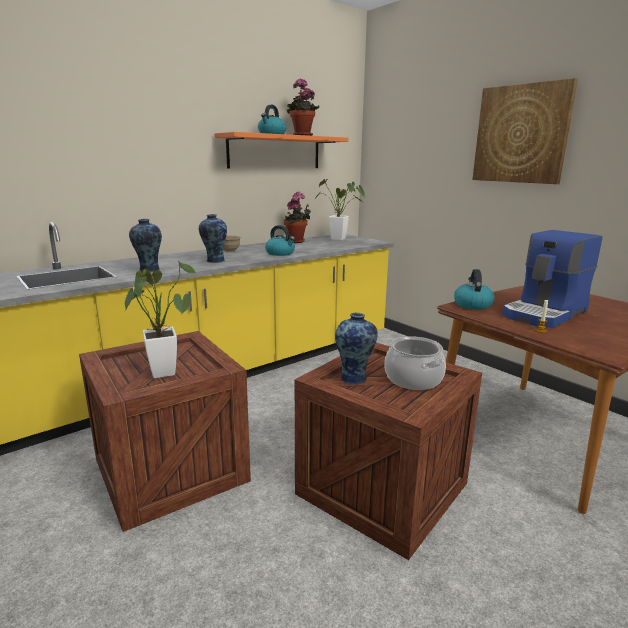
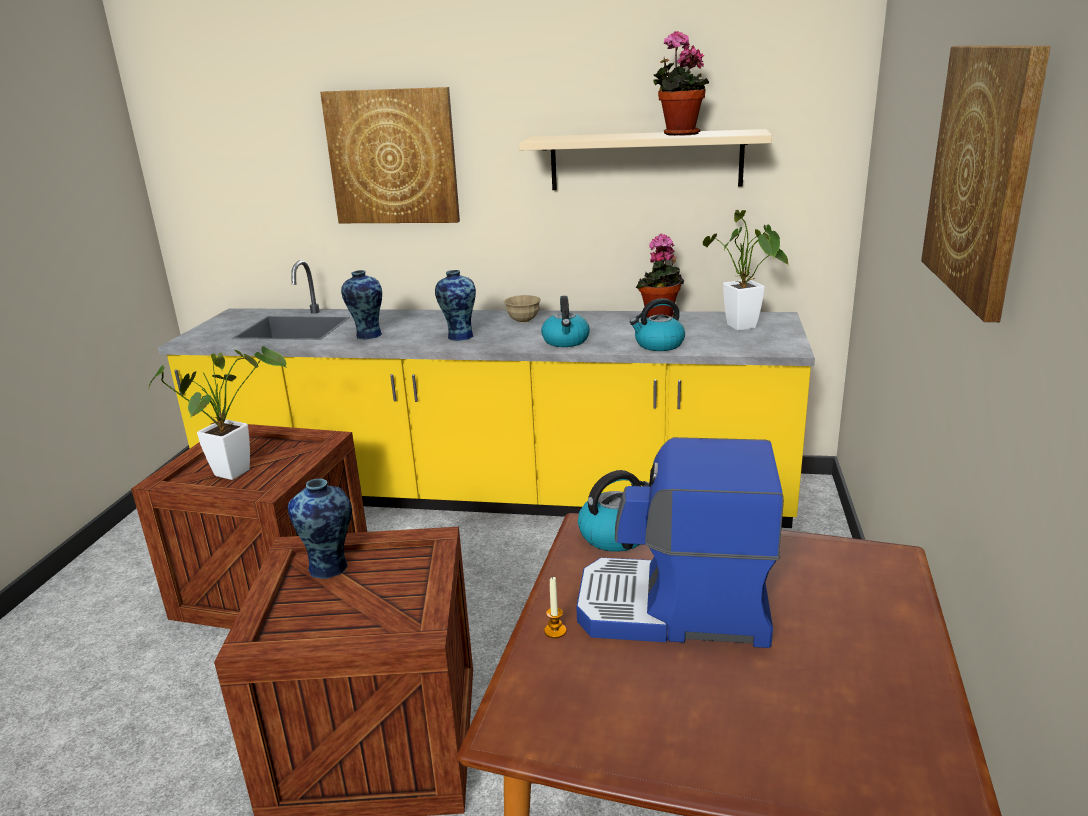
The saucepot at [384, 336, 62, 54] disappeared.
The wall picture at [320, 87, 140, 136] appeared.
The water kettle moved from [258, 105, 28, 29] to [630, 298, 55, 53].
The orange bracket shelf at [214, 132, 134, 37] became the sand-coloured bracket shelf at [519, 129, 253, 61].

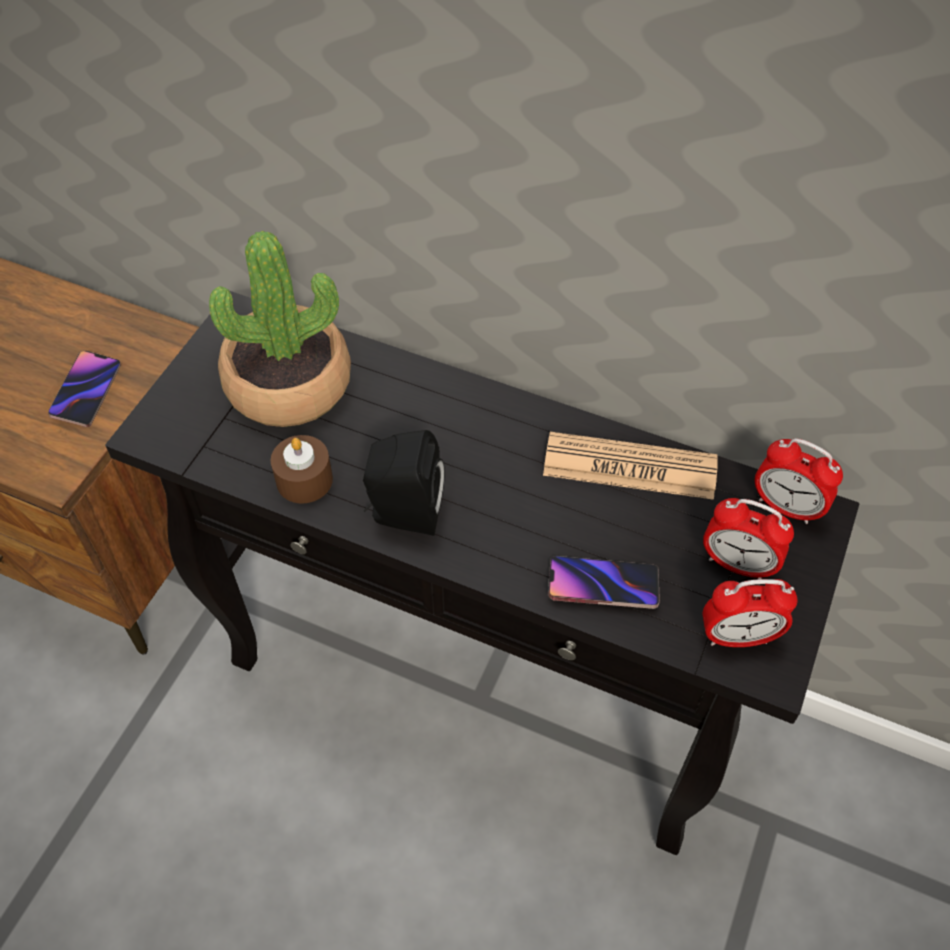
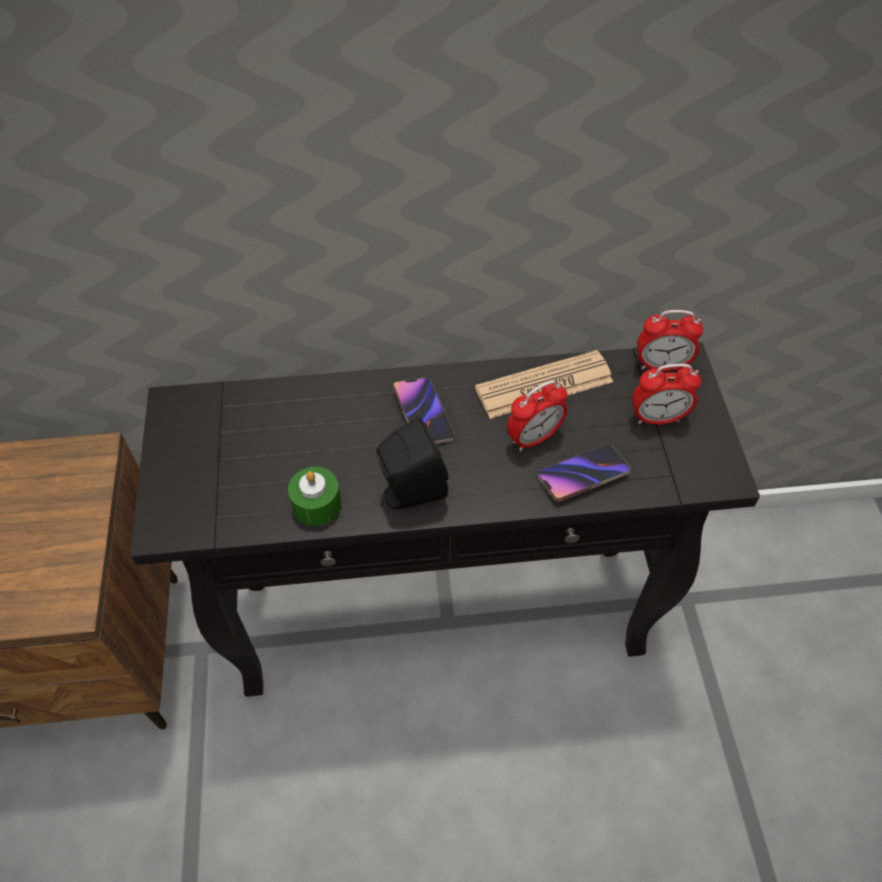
The plant in a pot at [209, 231, 142, 196] disappeared.
The telephone moved from [48, 351, 73, 76] to [393, 377, 62, 67].
The table clock moved from [702, 579, 96, 68] to [507, 380, 60, 71].
The brown-coloured candle at [271, 435, 62, 68] became the green candle at [288, 467, 53, 59].

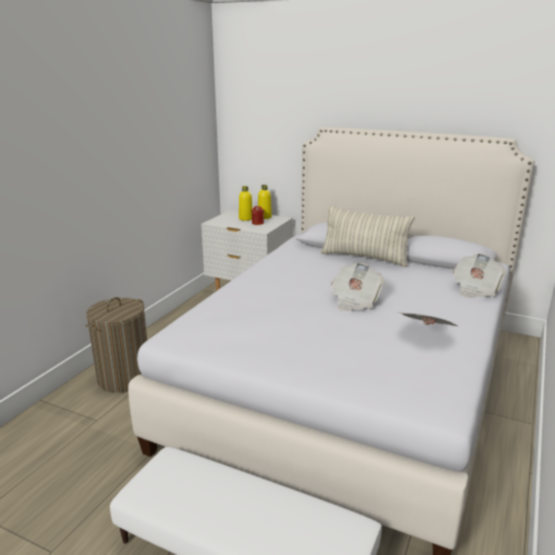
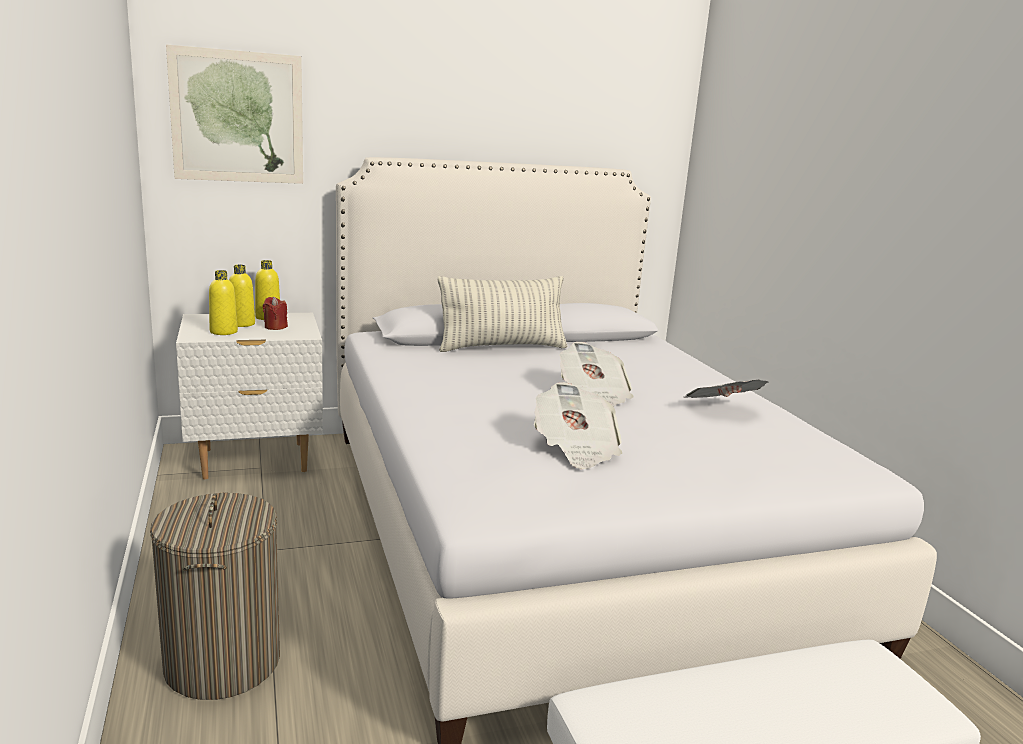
The wall picture at [166, 44, 137, 140] appeared.
The yellow bottle at [209, 270, 29, 65] appeared.
The printed paper moved from [453, 253, 53, 45] to [534, 382, 88, 88].

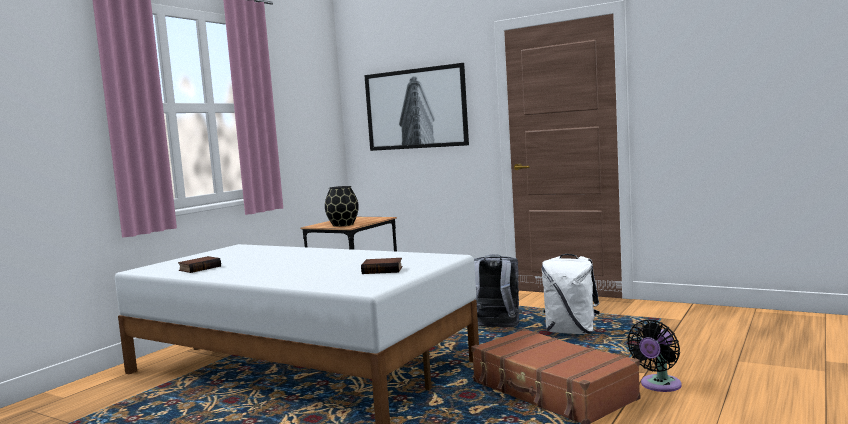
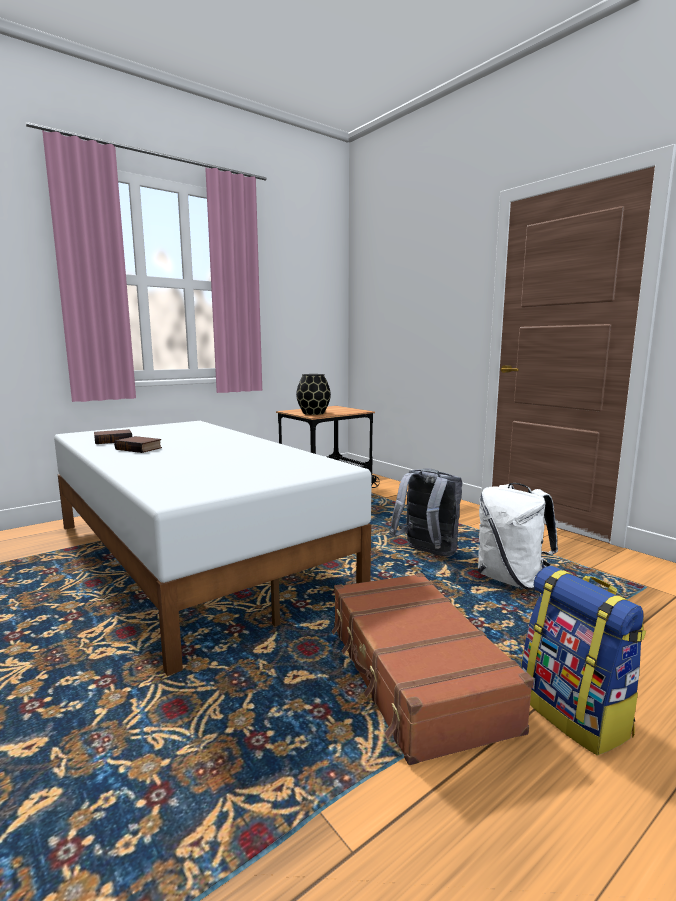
The wall picture at [364, 63, 105, 88] disappeared.
The volume moved from [361, 258, 42, 16] to [114, 436, 48, 17].
The black cooling fan at [627, 320, 55, 72] was replaced by the knapsack at [521, 566, 125, 190].

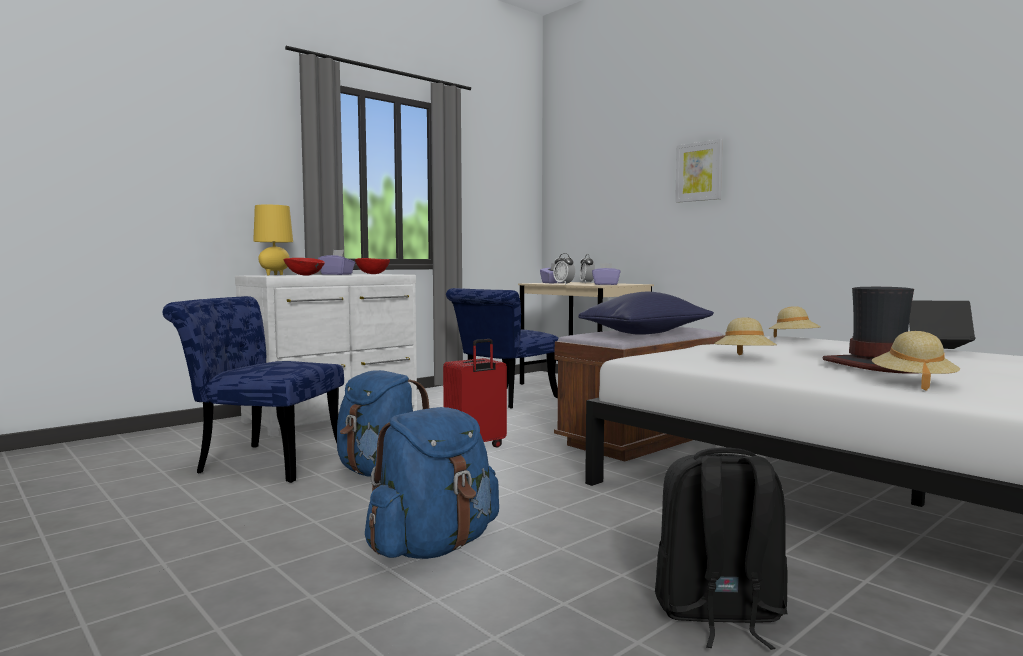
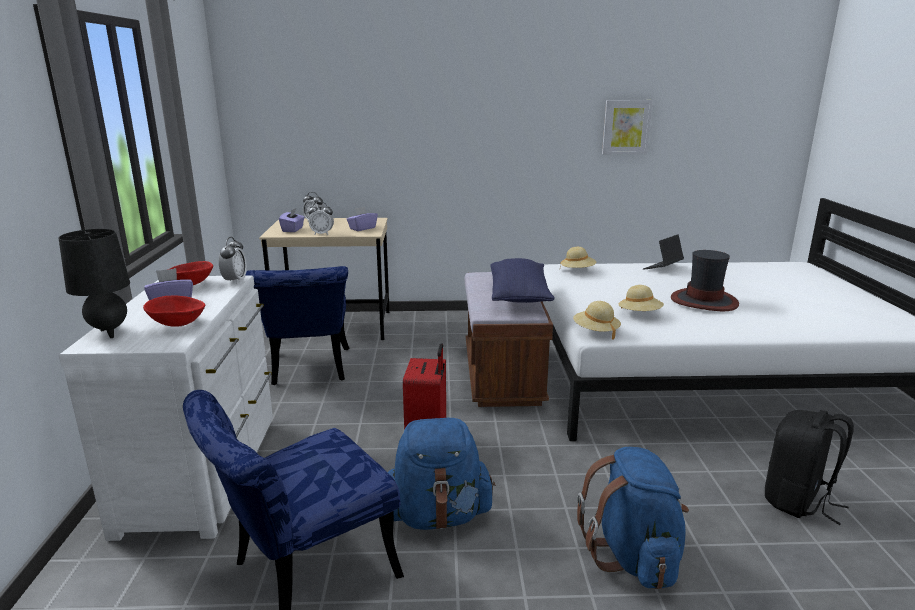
The table clock at [219, 237, 28, 47] appeared.
The wall picture moved from [675, 139, 48, 64] to [602, 100, 51, 54].
The sand-coloured clothing hat moved from [872, 331, 88, 60] to [573, 301, 48, 39].
The yellow tabletop lamp at [253, 205, 40, 70] became the black tabletop lamp at [59, 229, 71, 109].

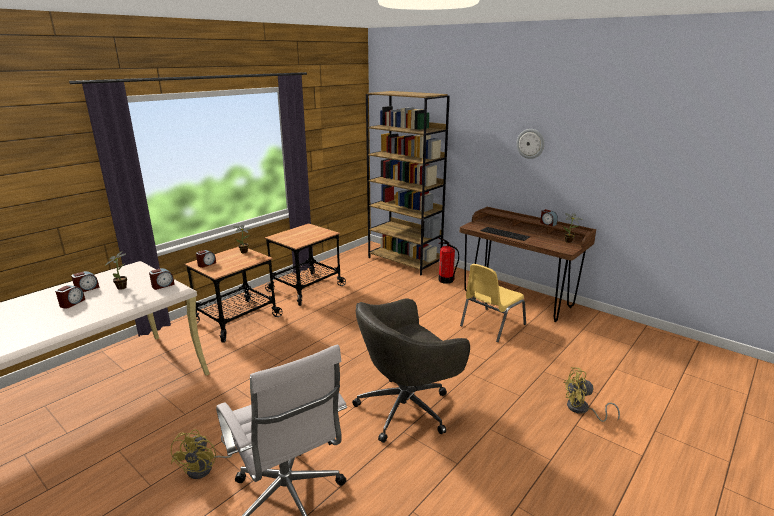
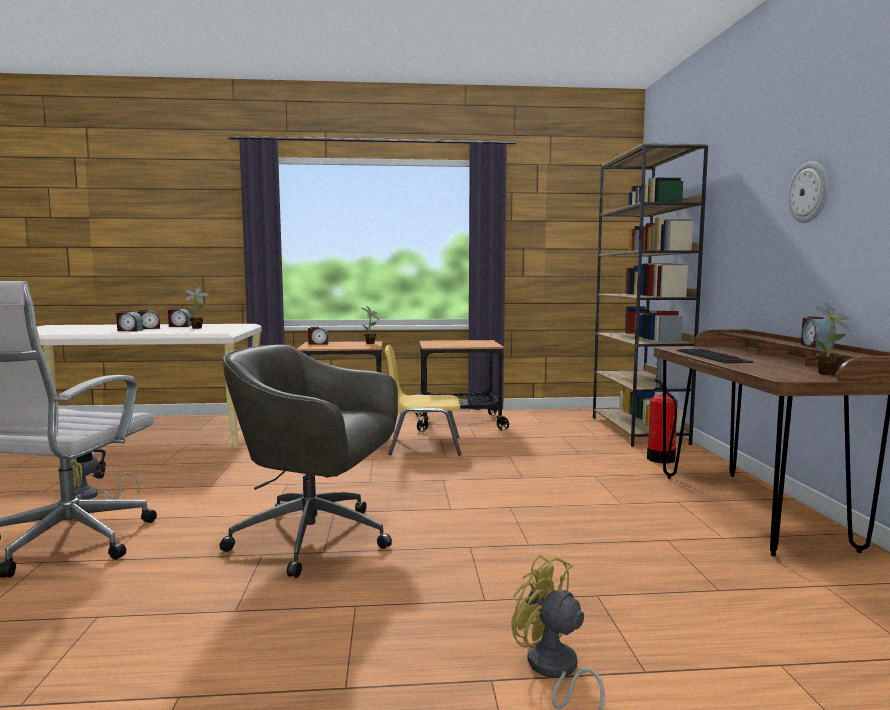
The table clock moved from [149, 268, 26, 22] to [116, 311, 27, 20].
The yellow upright chair moved from [460, 264, 66, 78] to [385, 345, 77, 111].

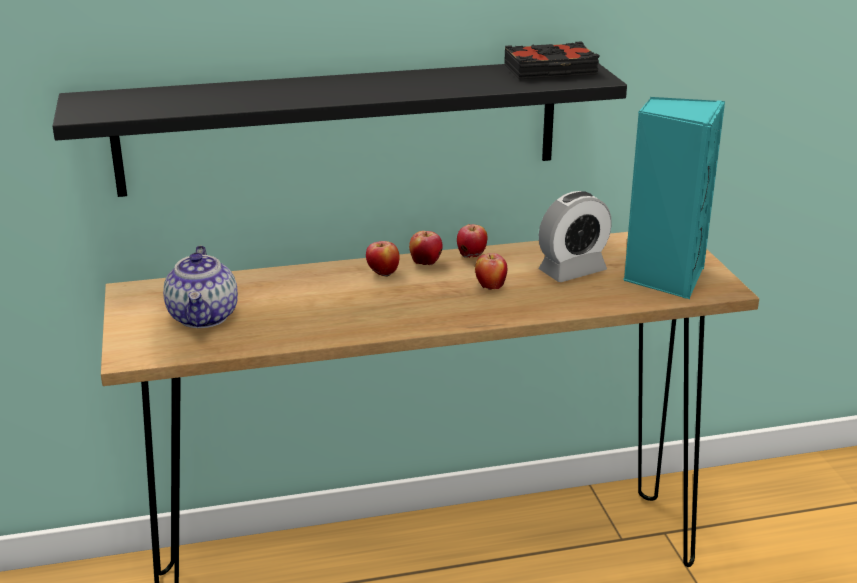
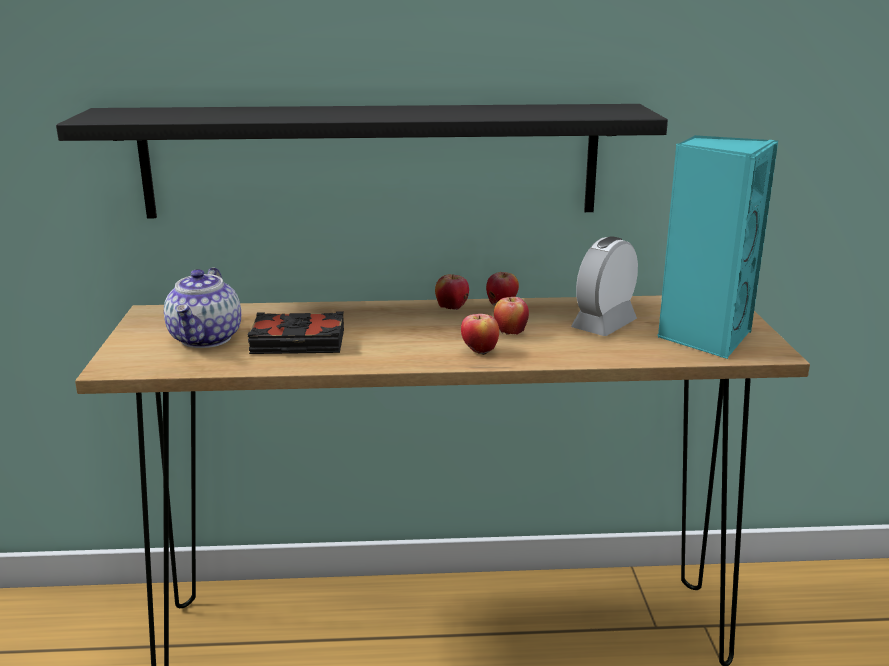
The apple moved from [366, 241, 34, 36] to [461, 314, 38, 42].
The black volume moved from [504, 41, 96, 38] to [248, 311, 96, 43].
The table clock at [539, 191, 73, 91] turned 150 degrees clockwise.

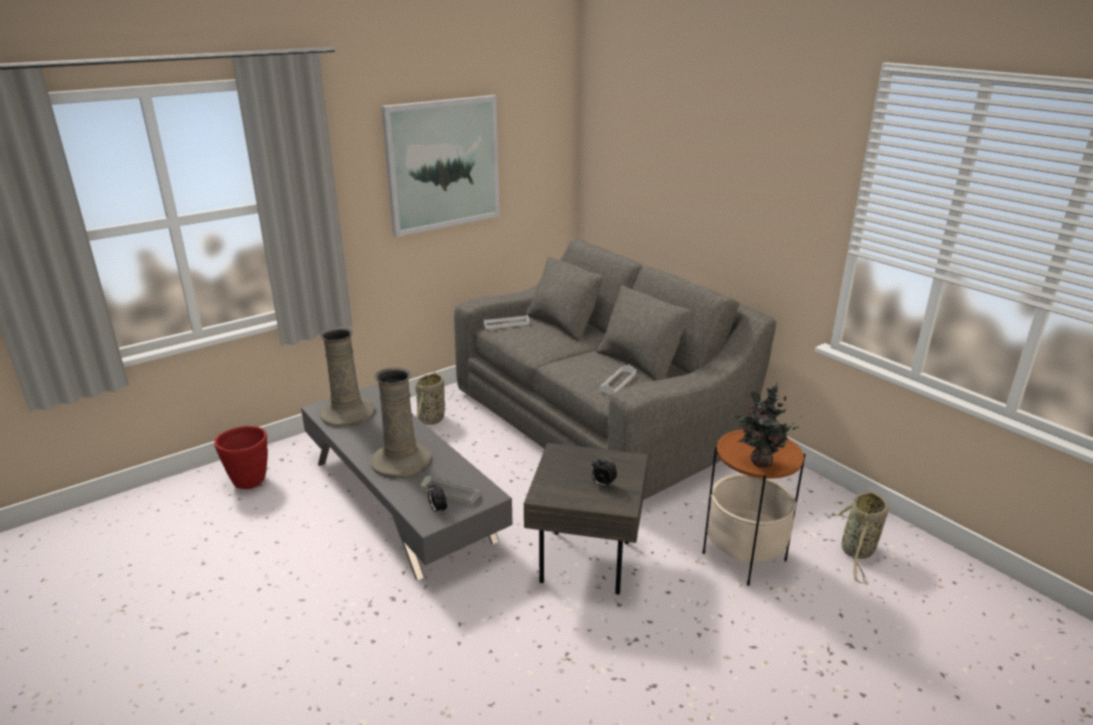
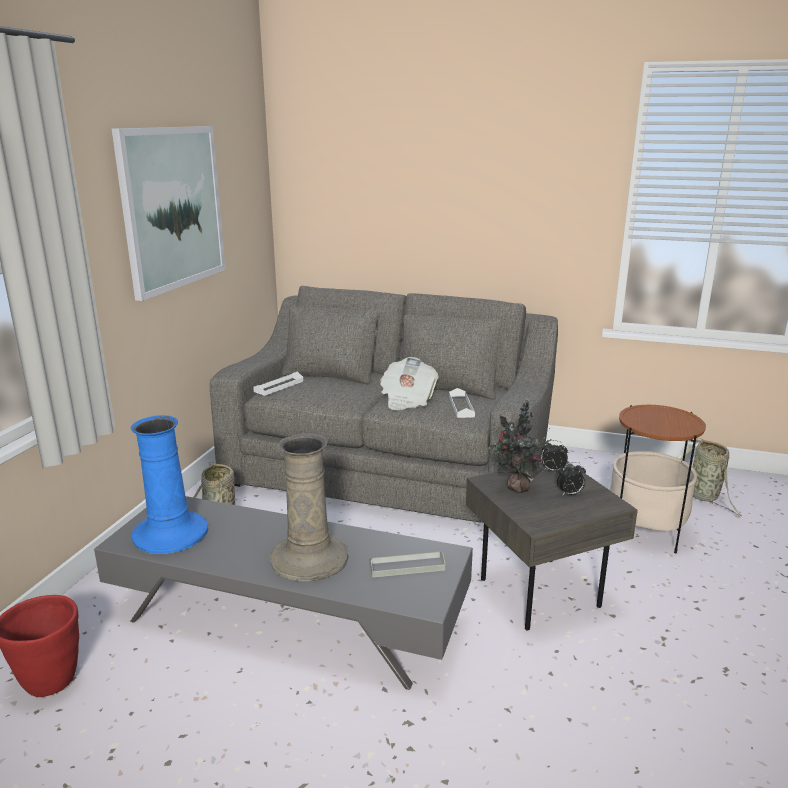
The printed paper at [380, 357, 59, 53] appeared.
The table clock moved from [428, 482, 19, 33] to [542, 440, 26, 31].
The plant in a pot moved from [731, 382, 71, 85] to [488, 398, 64, 95].
The sand-coloured flower vase at [319, 327, 56, 100] became the blue-coloured flower vase at [131, 415, 77, 139].

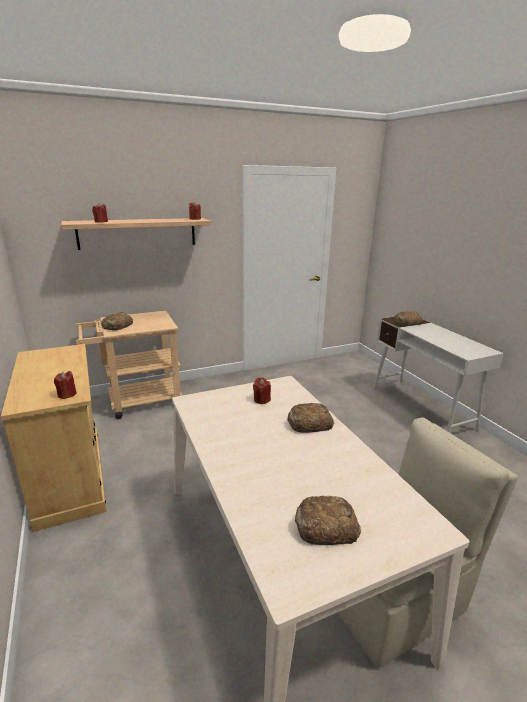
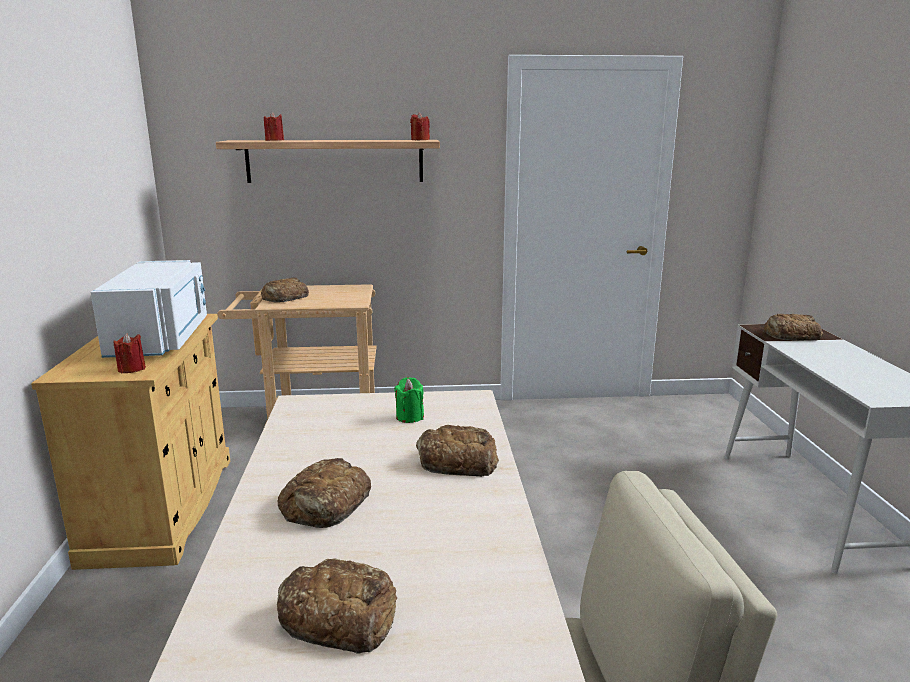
The white-coloured microwave oven at [90, 260, 117, 98] appeared.
The bakery bread at [277, 458, 94, 70] appeared.
The red-coloured candle at [253, 377, 18, 27] became the green candle at [394, 377, 30, 46].

